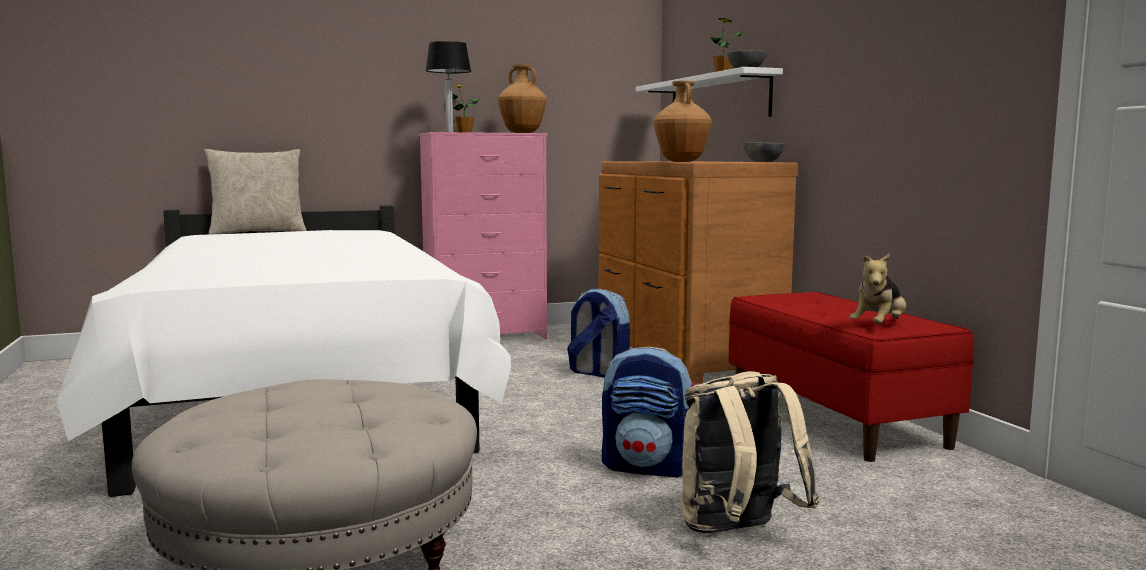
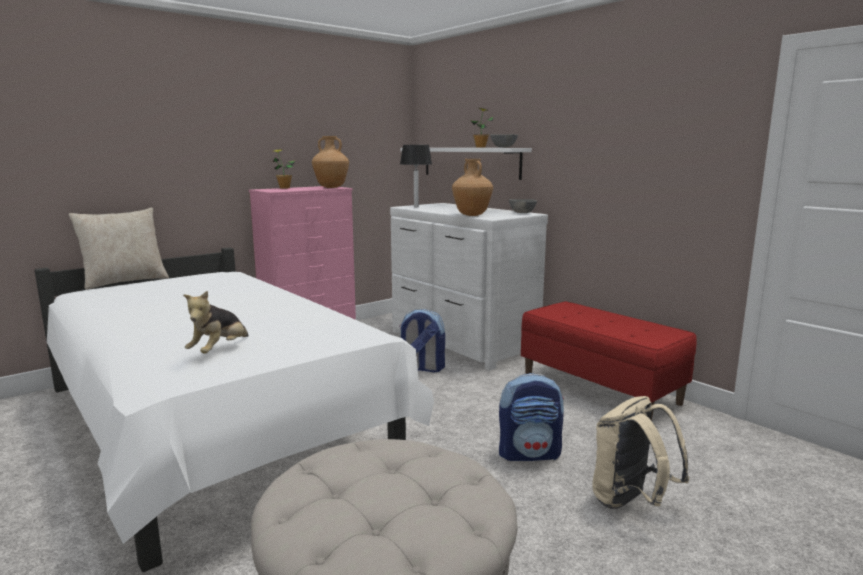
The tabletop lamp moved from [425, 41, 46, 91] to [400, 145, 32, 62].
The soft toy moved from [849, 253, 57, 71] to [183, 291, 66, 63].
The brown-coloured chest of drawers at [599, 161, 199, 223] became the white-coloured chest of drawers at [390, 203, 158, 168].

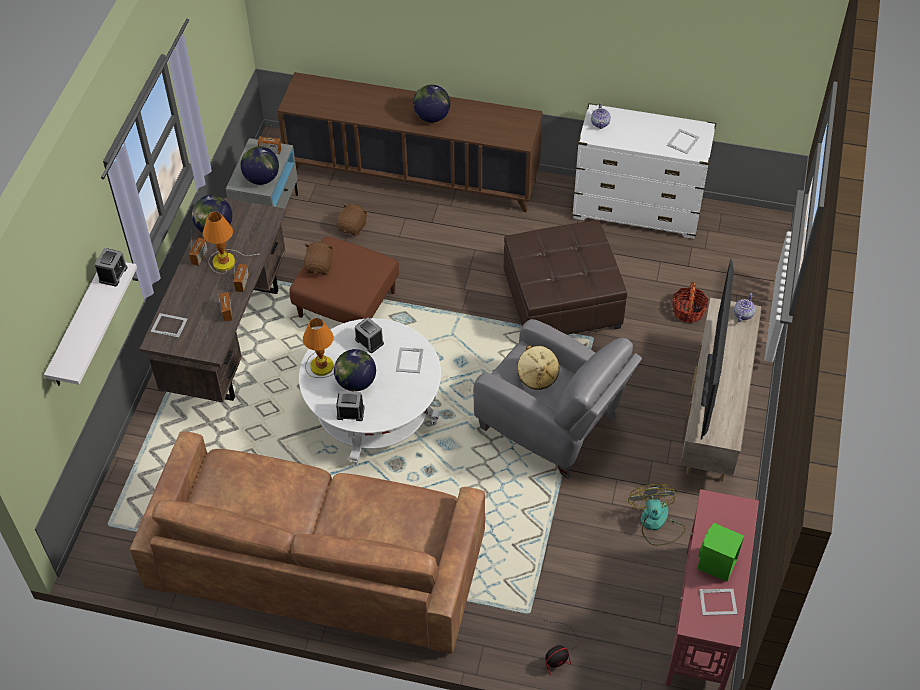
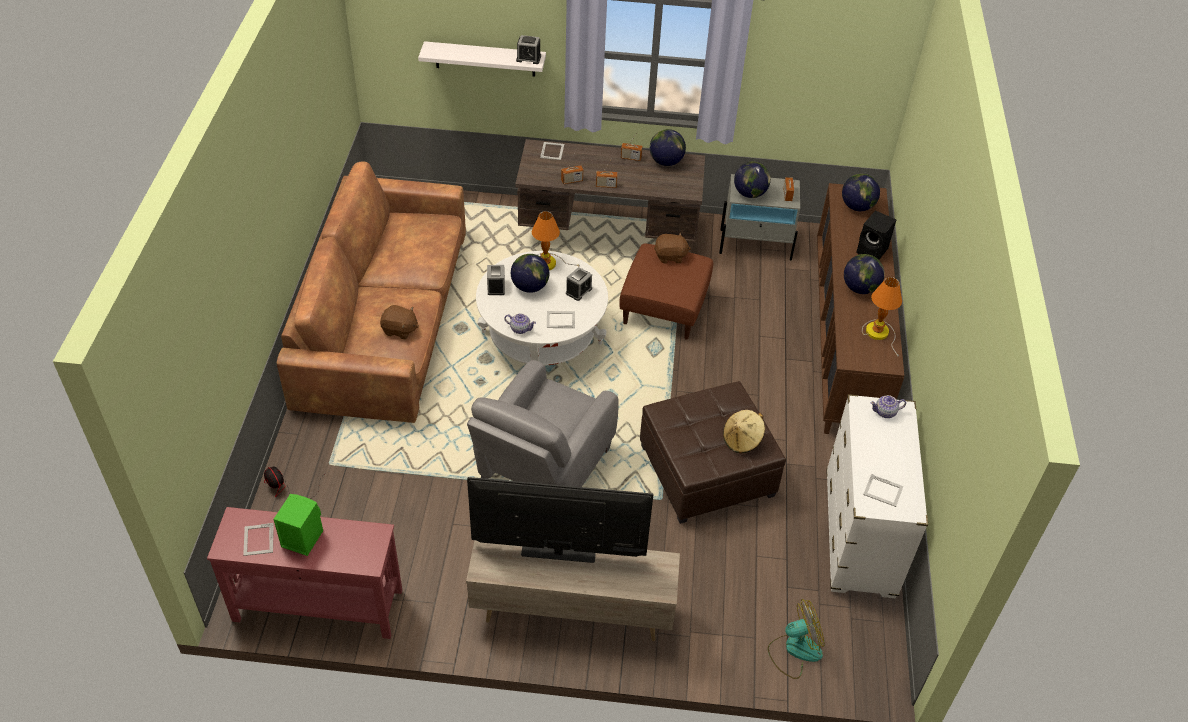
The household basket at [672, 282, 36, 41] disappeared.
The world globe at [842, 174, 38, 37] appeared.
The black audio speaker at [856, 210, 40, 50] appeared.
The tabletop lamp moved from [203, 211, 58, 63] to [862, 277, 40, 80].
The brown-coloured soft toy moved from [337, 204, 31, 32] to [380, 305, 39, 35].
The sand-coloured clothing hat moved from [517, 345, 42, 45] to [723, 410, 42, 43].
The cooling fan moved from [628, 484, 58, 62] to [768, 599, 56, 80].
The teapot moved from [734, 293, 21, 29] to [504, 313, 32, 21].

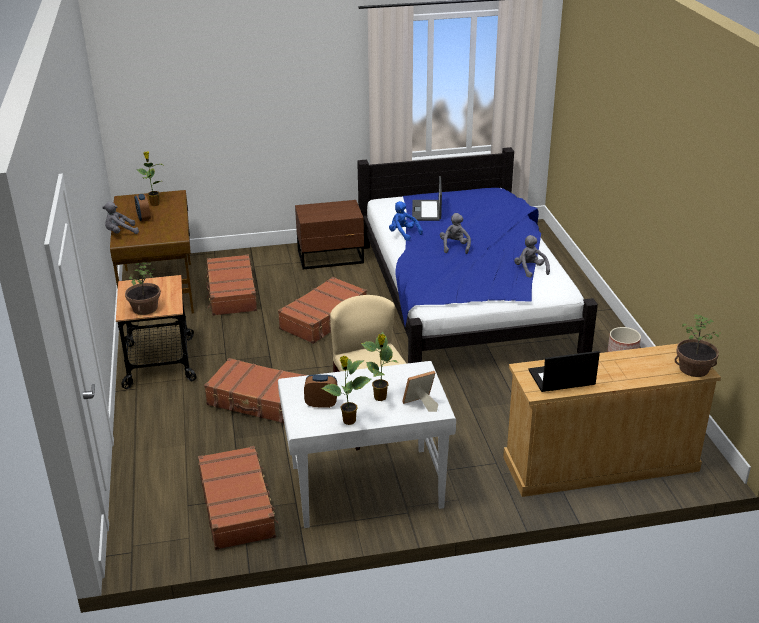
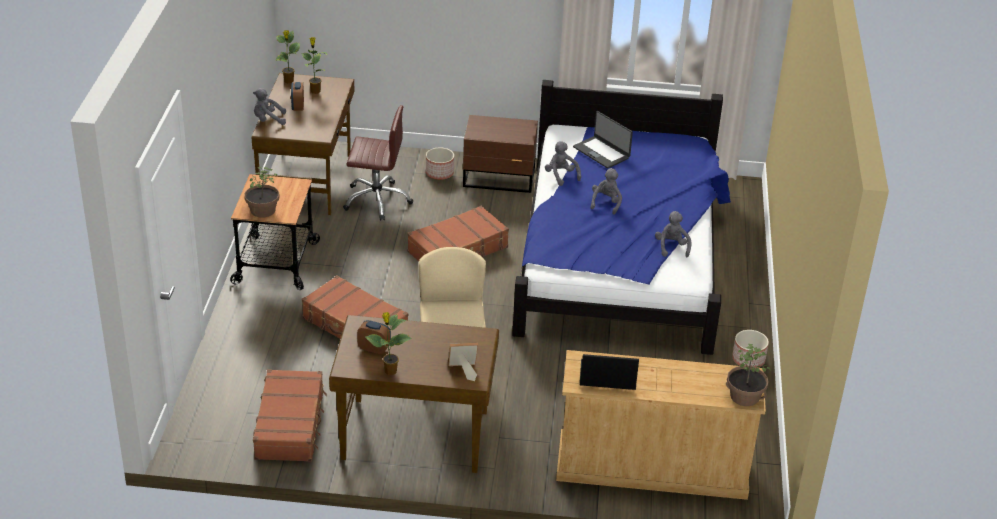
The planter at [426, 148, 28, 32] appeared.
The plant in a pot moved from [361, 332, 37, 69] to [275, 30, 25, 54].
The brown-coloured suitcase at [205, 254, 52, 62] was replaced by the brown-coloured office chair at [343, 105, 70, 116].
The white-coloured desk table at [278, 361, 178, 167] became the brown-coloured desk table at [329, 315, 170, 158].
The blue-coloured soft toy at [389, 201, 34, 40] became the gray soft toy at [545, 141, 36, 45].
The laptop at [412, 176, 30, 45] turned 60 degrees counterclockwise.

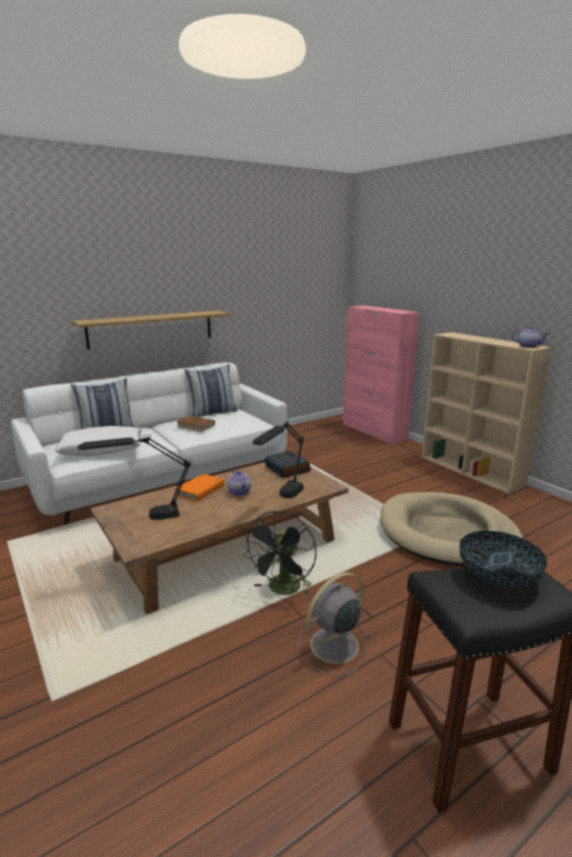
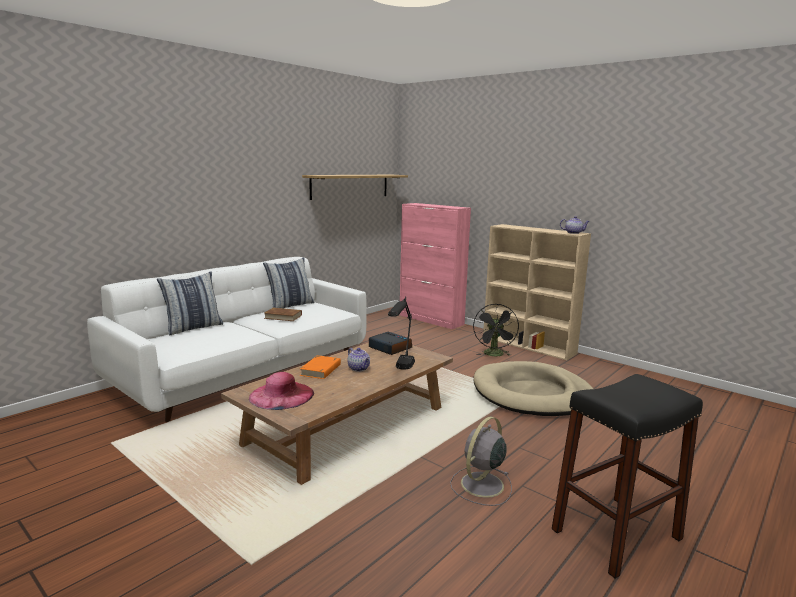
The white-coloured pillow at [55, 426, 87, 30] disappeared.
The deep dish at [460, 531, 87, 57] disappeared.
The bracket shelf moved from [72, 311, 159, 39] to [302, 175, 106, 25].
The black cooling fan moved from [243, 511, 73, 84] to [473, 304, 46, 52].
The black tabletop lamp at [77, 435, 115, 85] was replaced by the pink-coloured clothing hat at [249, 372, 65, 38].

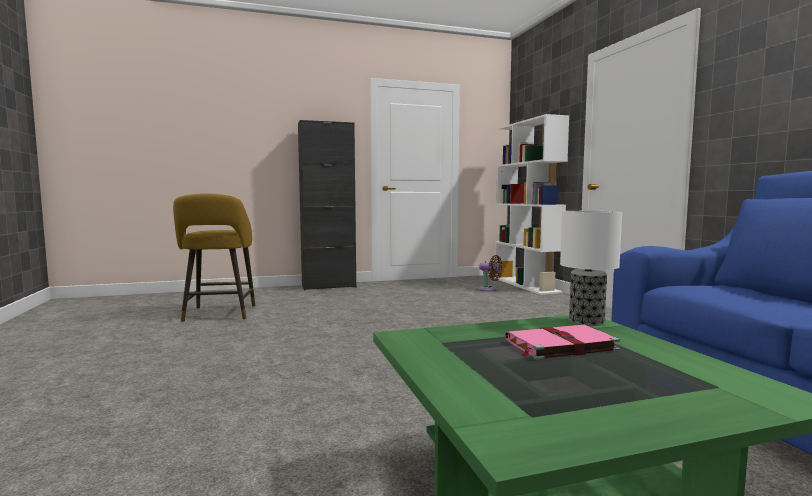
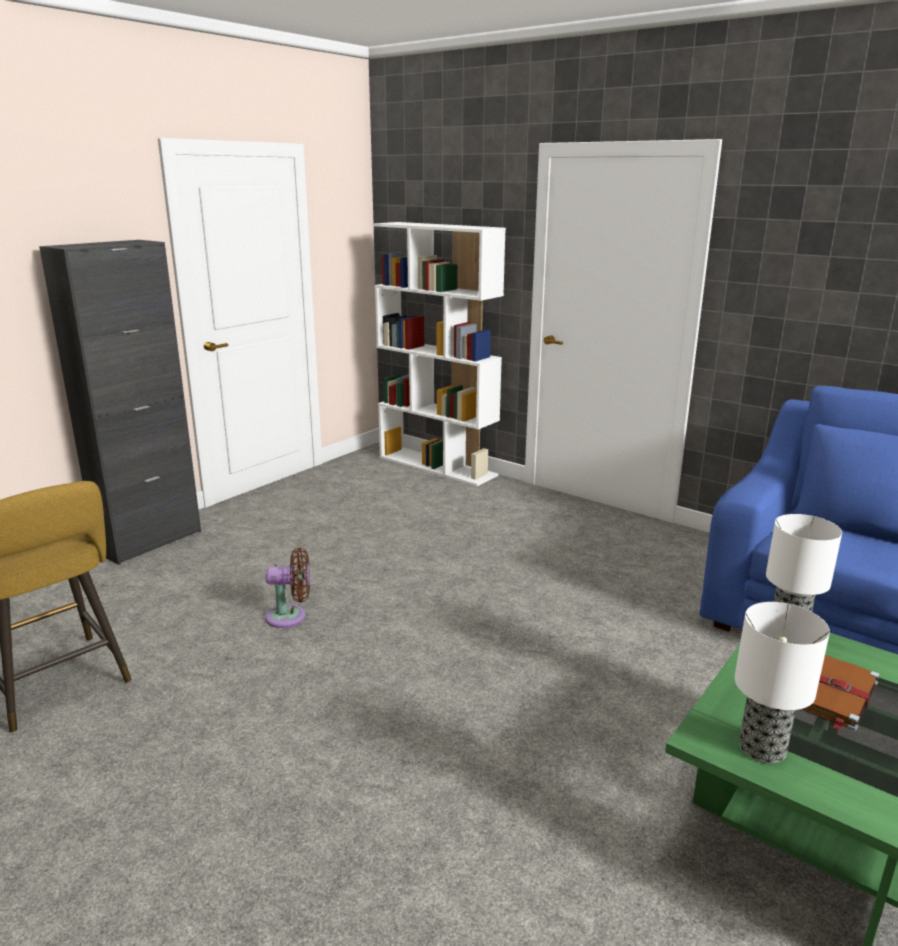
The tabletop lamp at [735, 602, 95, 161] appeared.
The brown-coloured cooling fan moved from [477, 255, 25, 37] to [265, 547, 45, 81].
The pink-coloured volume at [505, 325, 115, 35] became the brown-coloured volume at [802, 655, 78, 76].

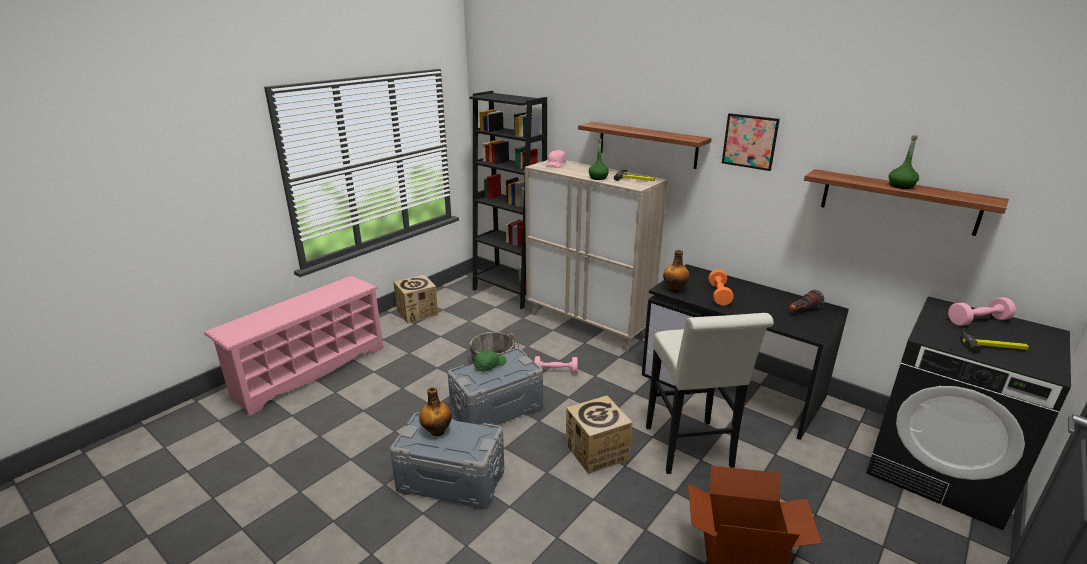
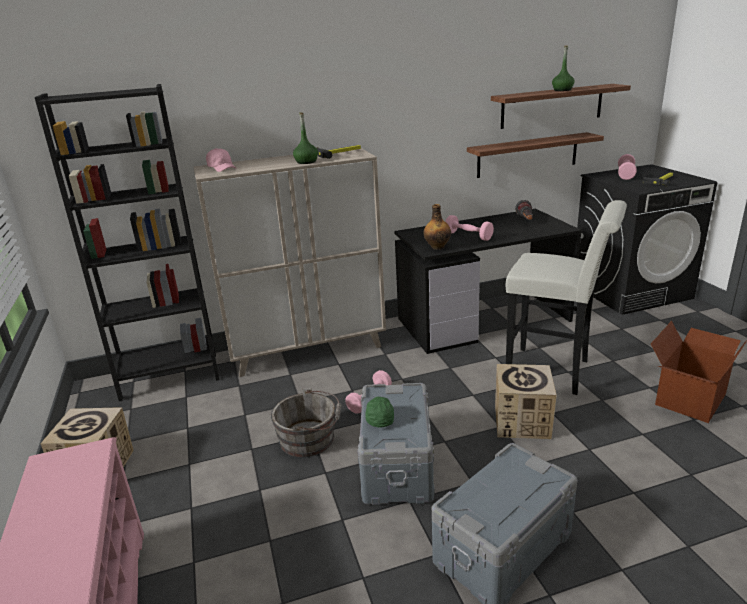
The bottle at [419, 387, 33, 49] disappeared.
The wall picture at [722, 113, 58, 58] disappeared.
The bracket shelf moved from [578, 122, 134, 47] to [467, 132, 137, 46].
The orange hand weight at [708, 269, 26, 37] became the pink-coloured hand weight at [445, 215, 49, 26].

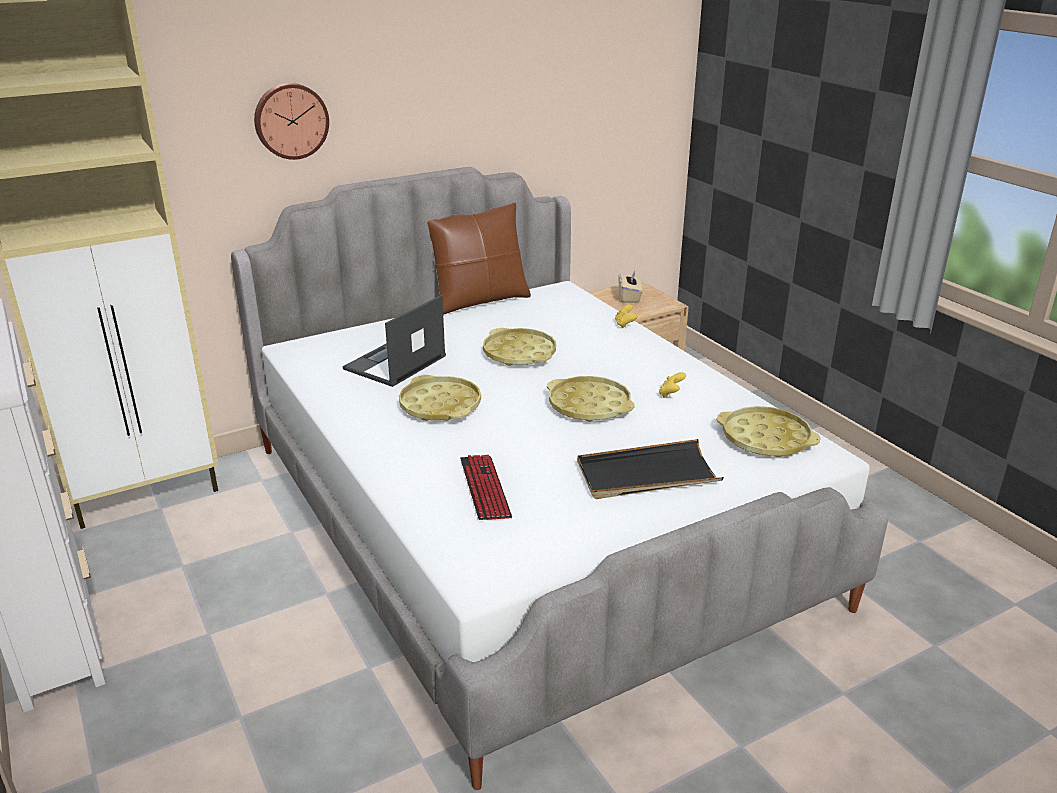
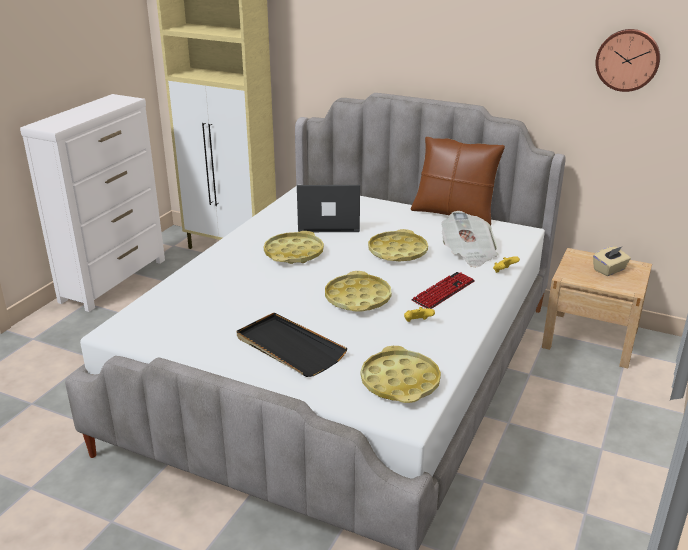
The printed paper at [441, 211, 57, 57] appeared.
The hanging clock moved from [254, 83, 75, 77] to [595, 29, 65, 63].
The keyboard moved from [460, 455, 52, 65] to [411, 272, 64, 37].

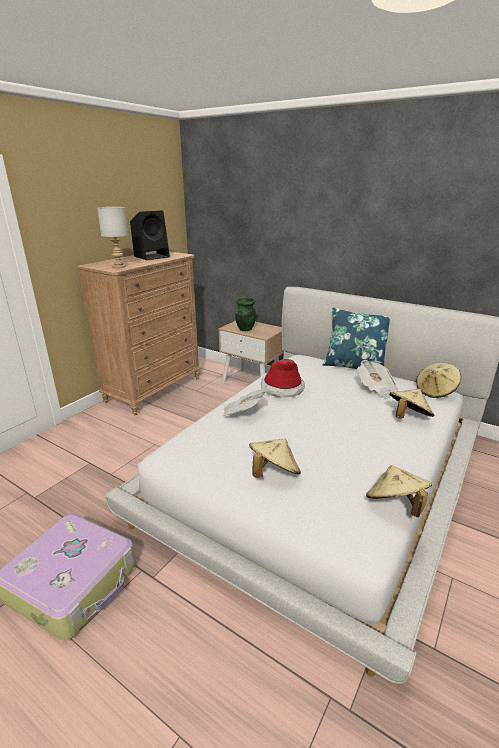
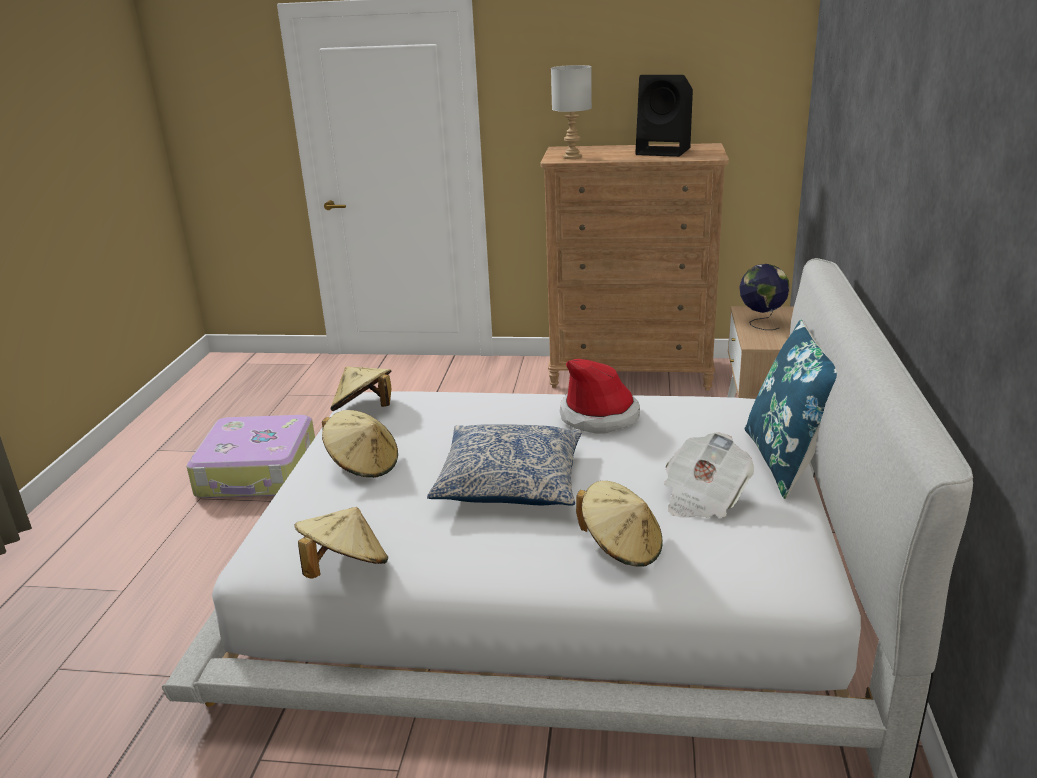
The printed paper at [223, 388, 44, 28] disappeared.
The pillow at [427, 424, 154, 81] appeared.
The sand-coloured clothing hat moved from [416, 363, 45, 35] to [331, 366, 61, 45].
The green flower vase at [235, 298, 21, 33] was replaced by the world globe at [739, 264, 51, 66].

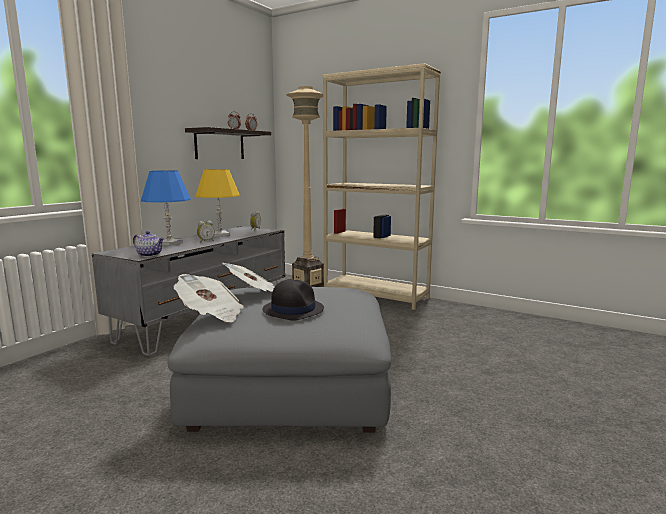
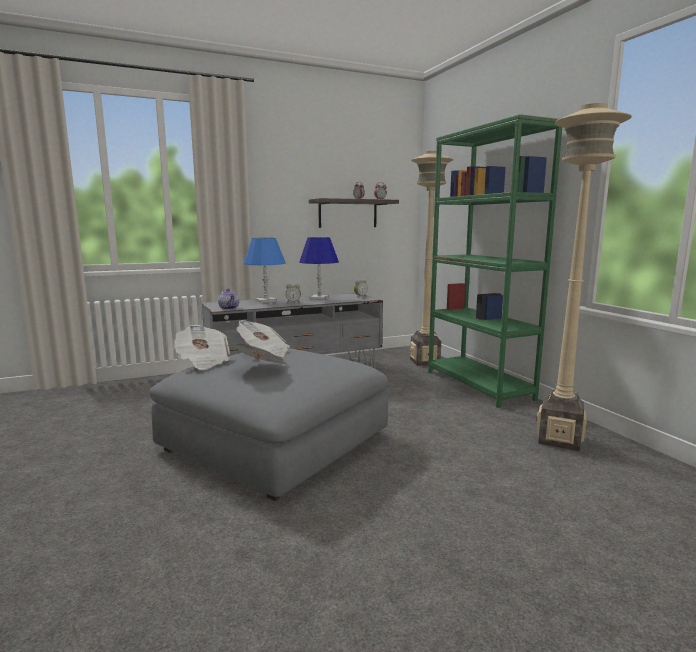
The sand-coloured standard lamp at [536, 103, 96, 348] appeared.
The black clothing hat at [263, 279, 61, 42] was replaced by the printed paper at [228, 344, 59, 20].
The yellow tabletop lamp at [196, 169, 43, 68] became the blue-coloured tabletop lamp at [299, 237, 40, 63].
The sand-coloured bookcase at [322, 63, 119, 247] became the green bookcase at [428, 114, 134, 294].

